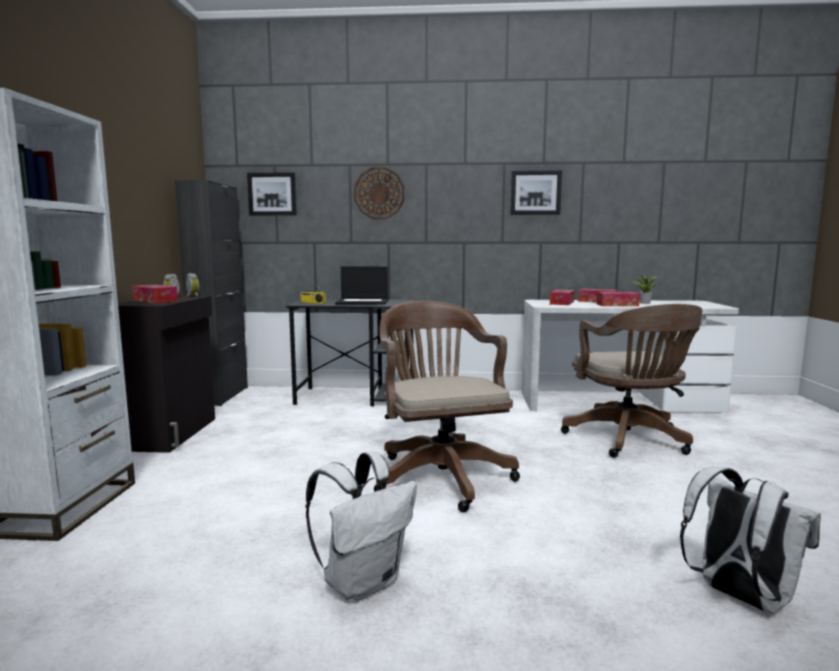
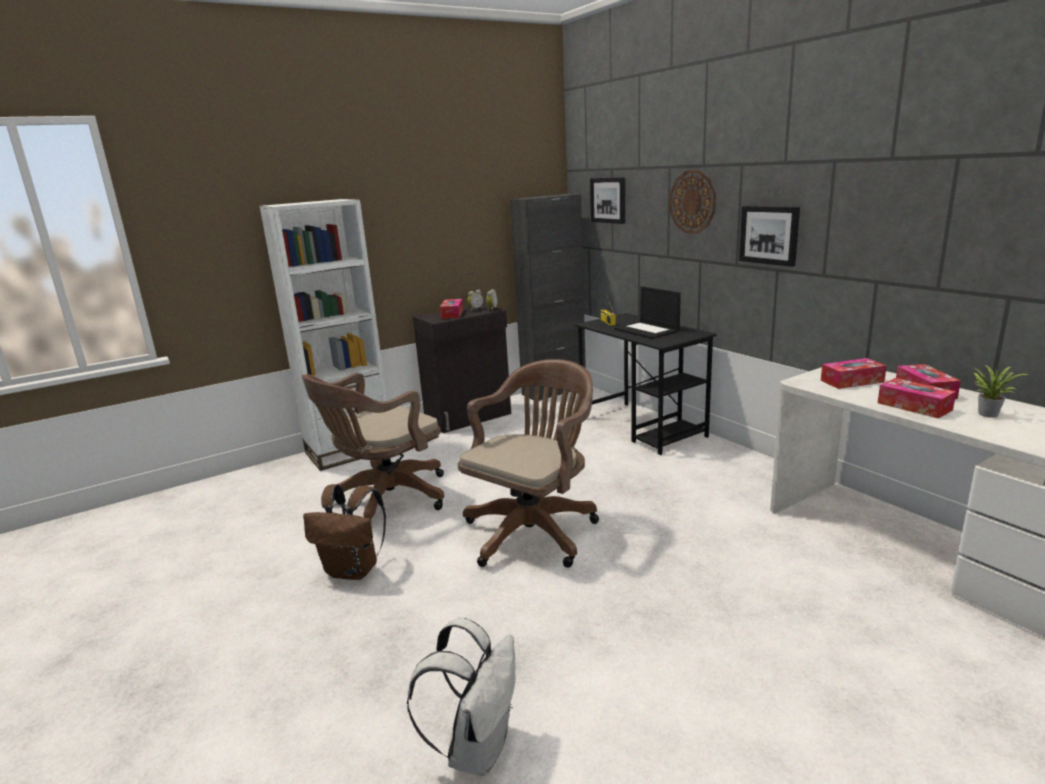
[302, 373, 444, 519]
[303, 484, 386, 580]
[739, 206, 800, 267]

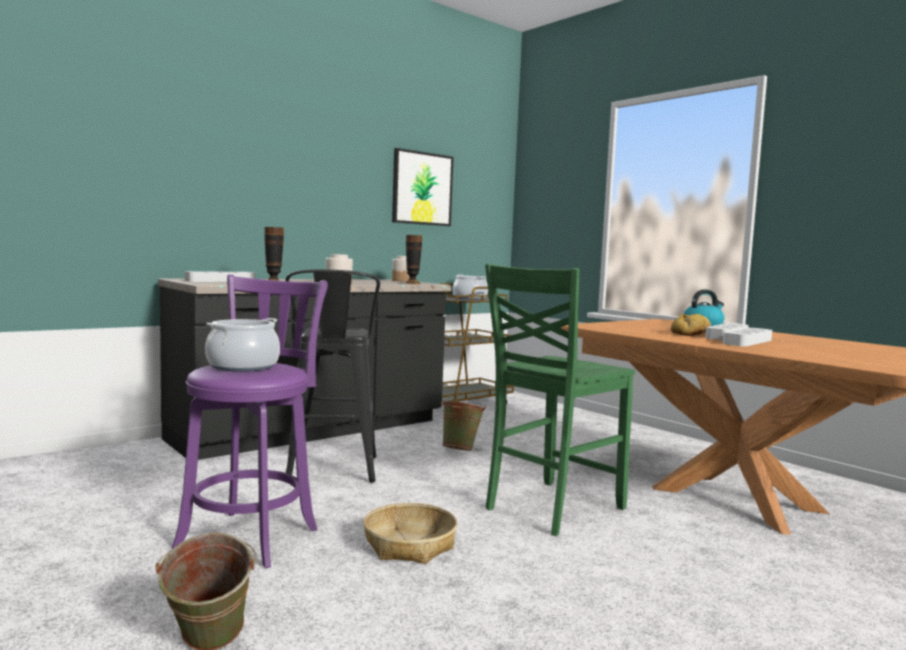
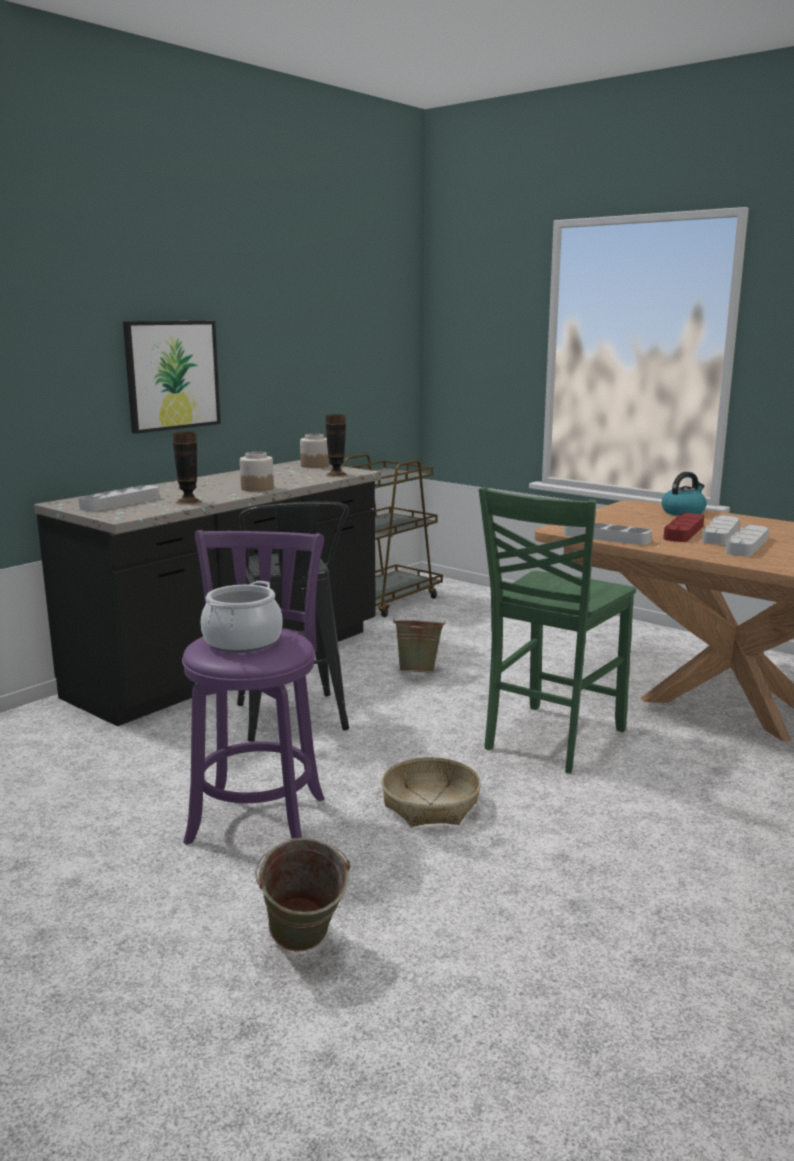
[123, 321, 221, 434]
[563, 523, 652, 545]
[663, 513, 704, 542]
[453, 274, 488, 300] (first image)

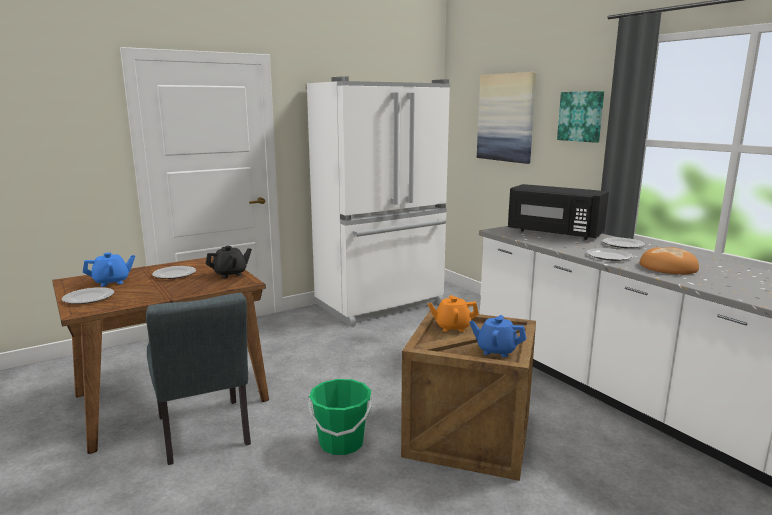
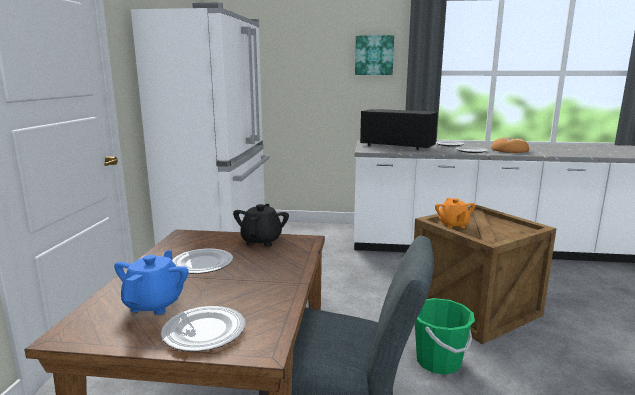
[360, 109, 438, 150]
[435, 198, 476, 229]
[469, 315, 526, 357] (first image)
[477, 72, 536, 164] (first image)

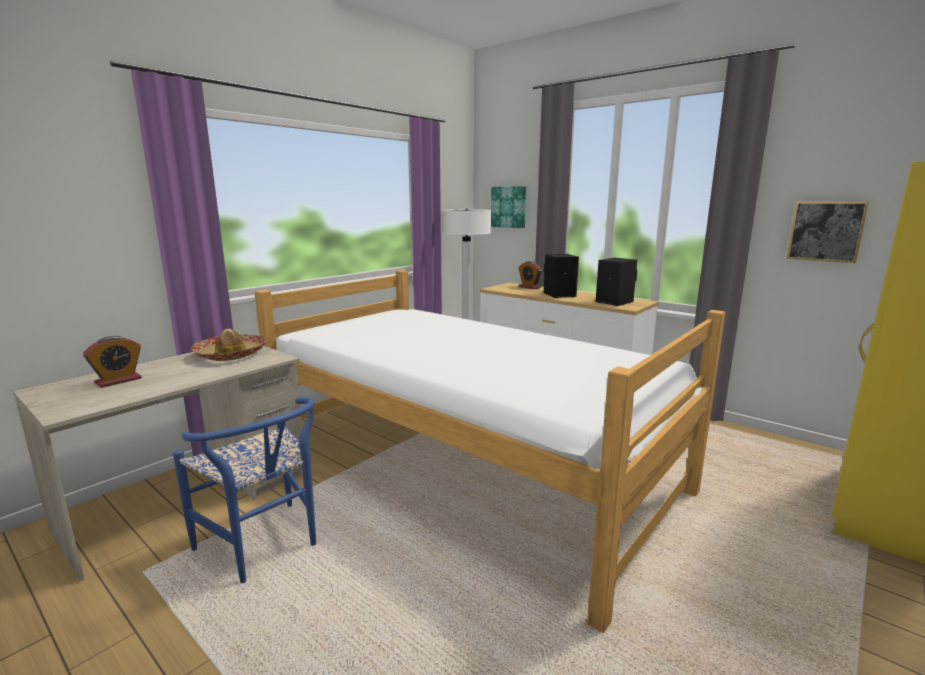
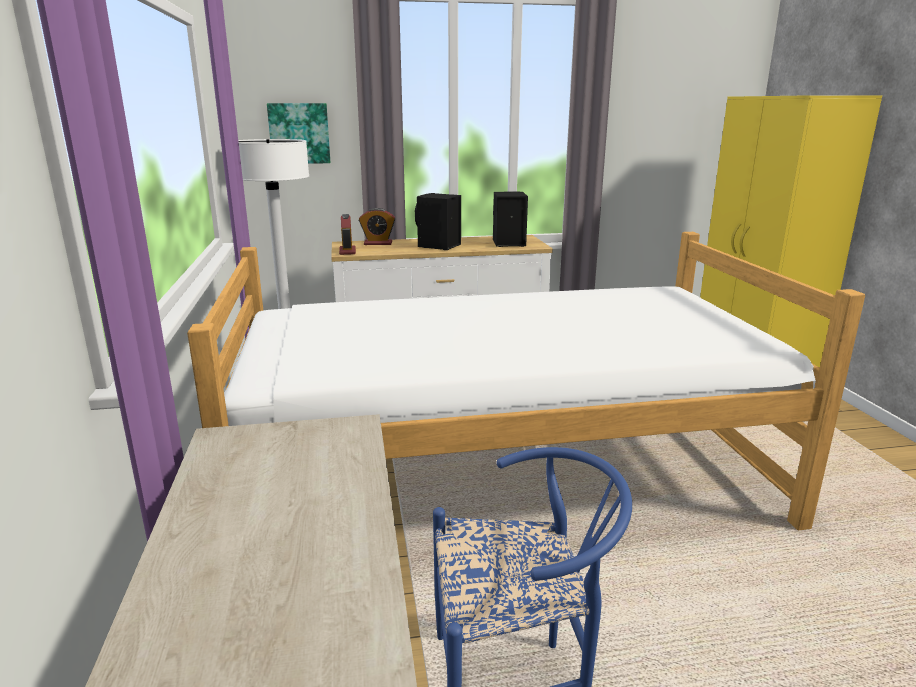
[339, 214, 356, 255]
[191, 329, 267, 361] (first image)
[786, 201, 869, 263] (first image)

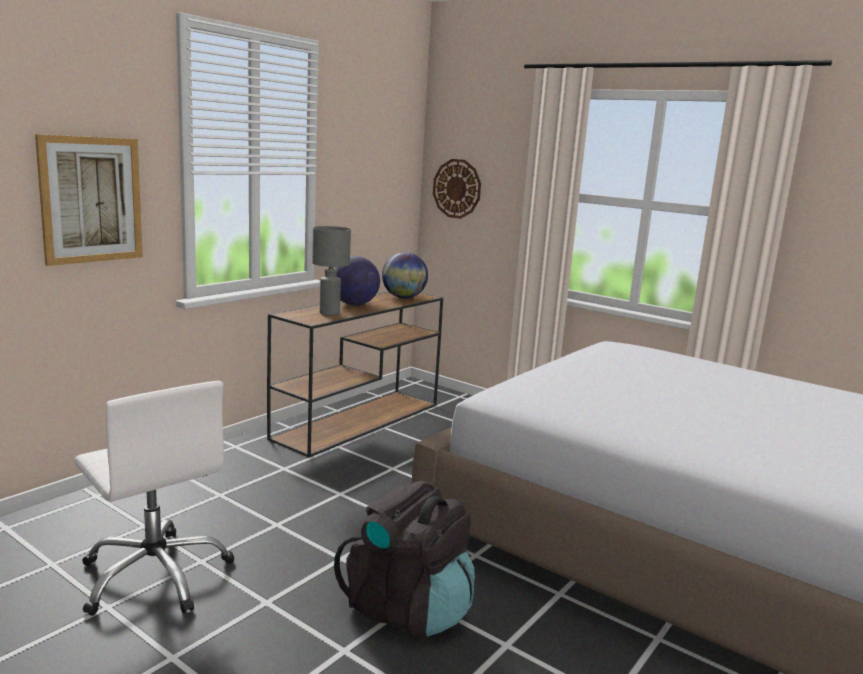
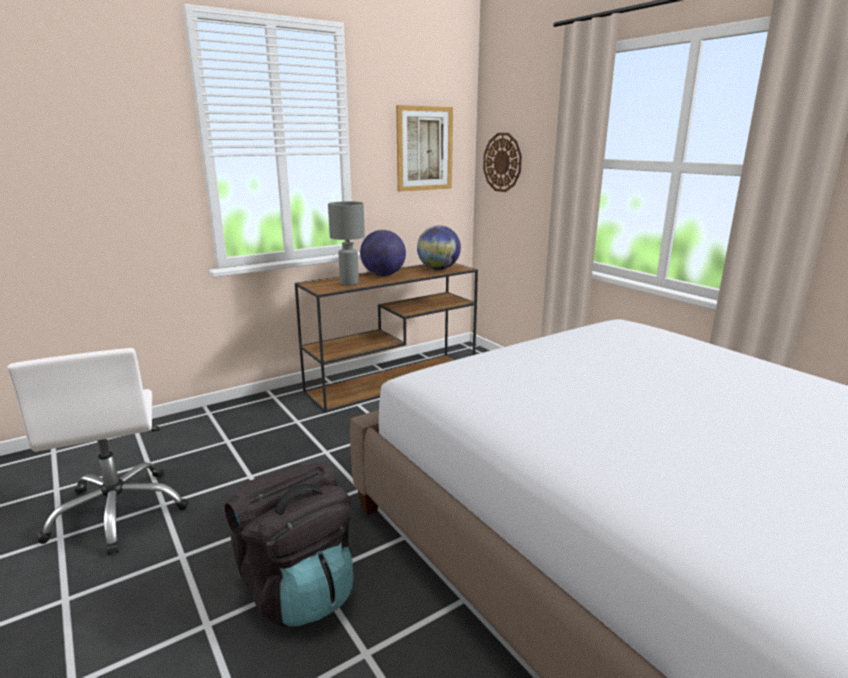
[396, 105, 453, 192]

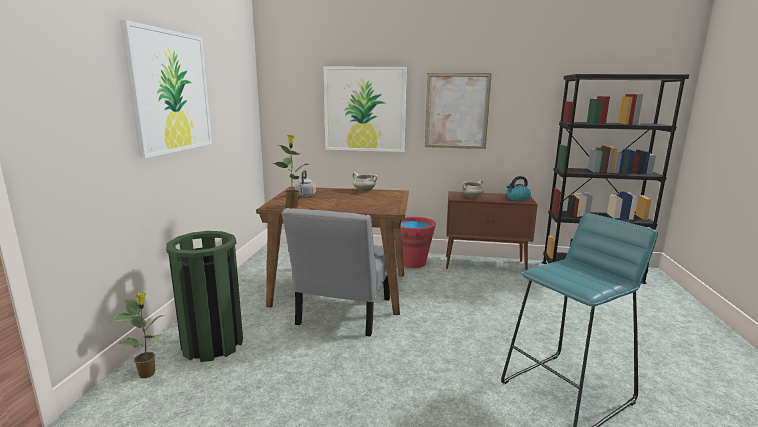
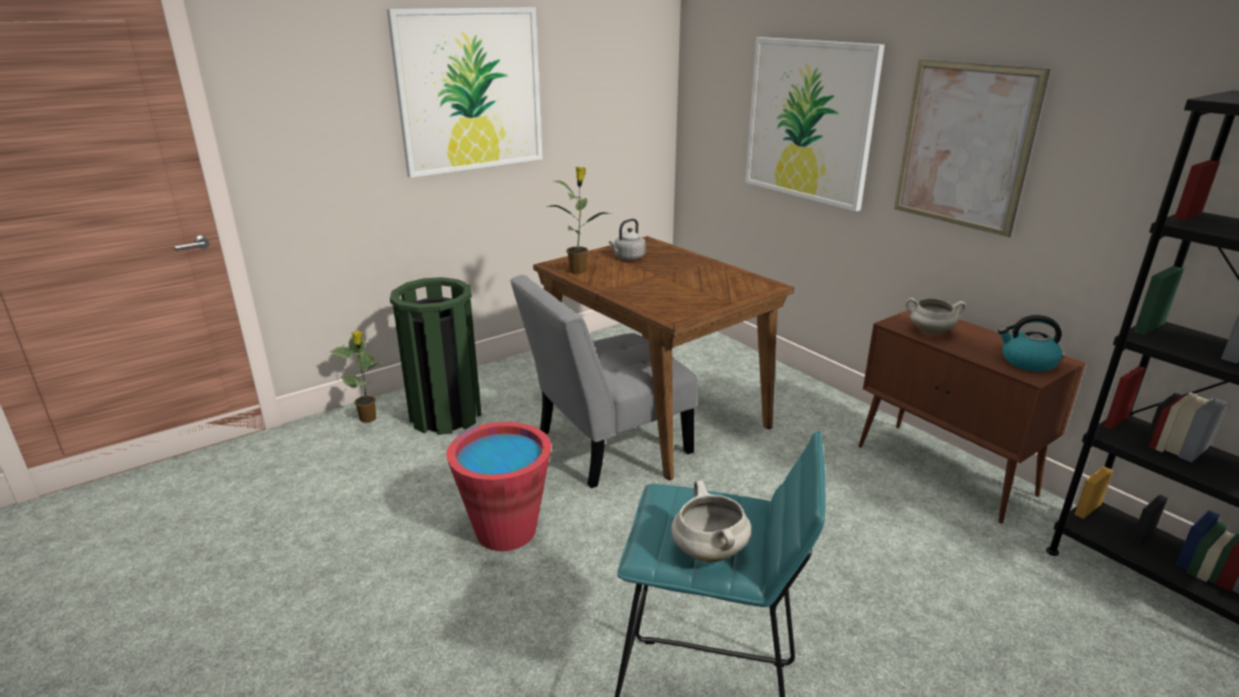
[446, 422, 551, 551]
[671, 480, 751, 562]

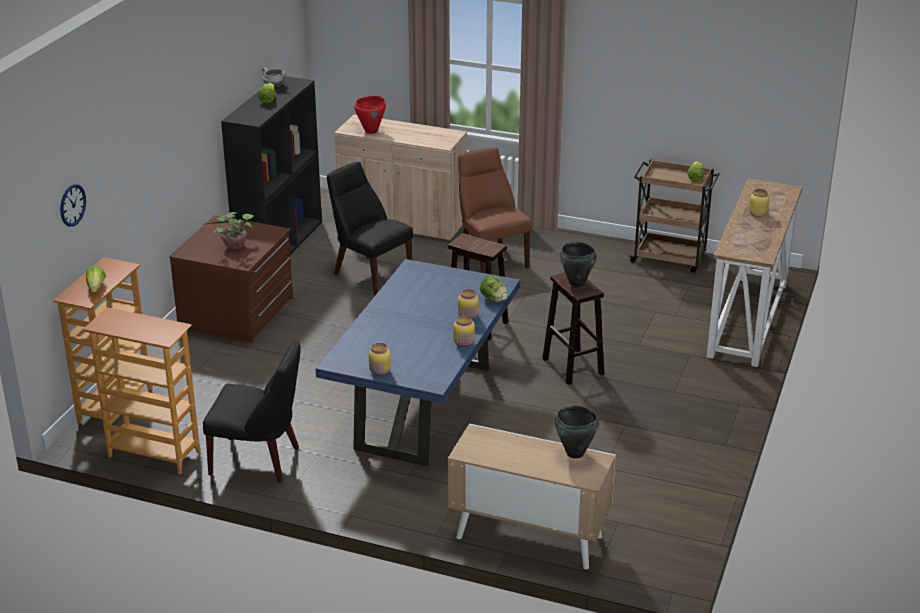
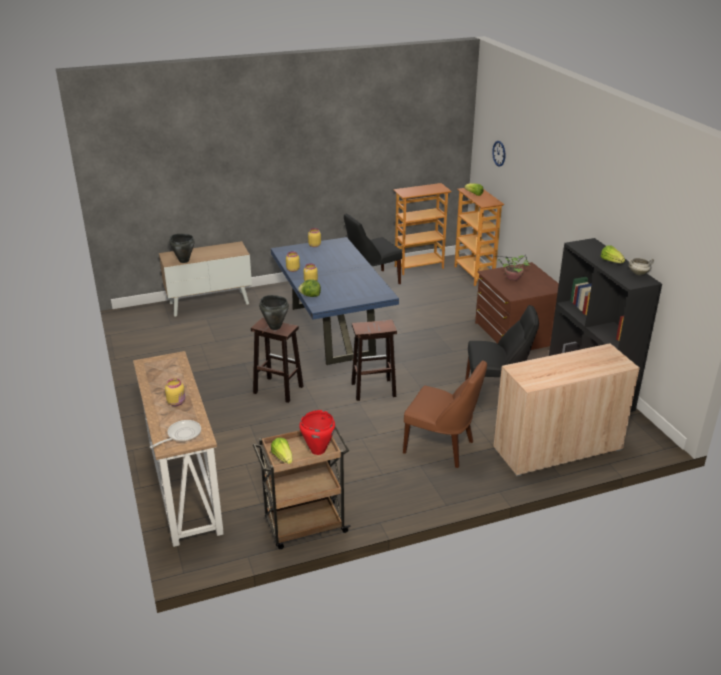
[150, 420, 201, 448]
[299, 410, 335, 455]

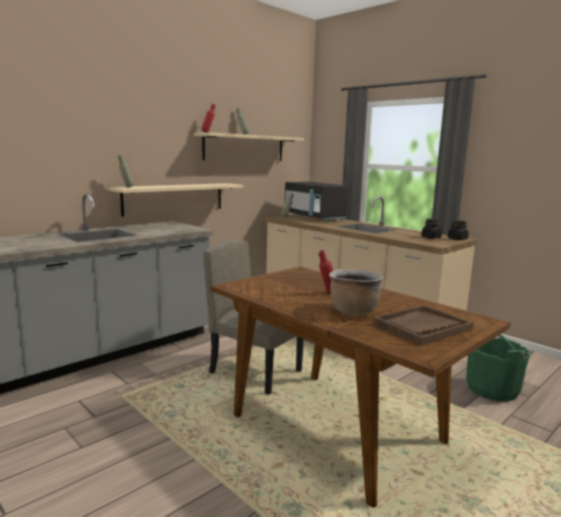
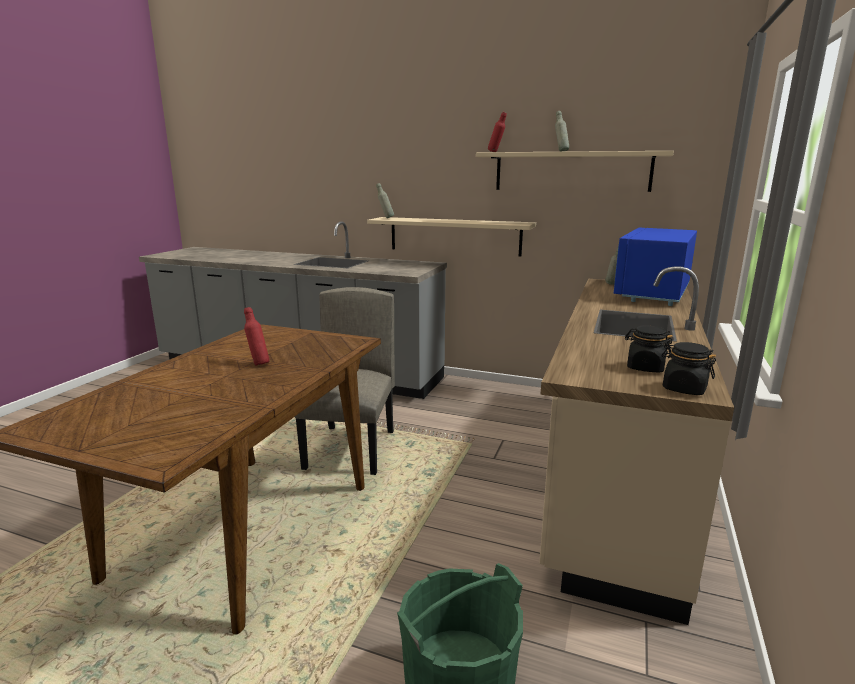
[614, 228, 697, 306]
[329, 269, 383, 316] (first image)
[373, 305, 474, 346] (first image)

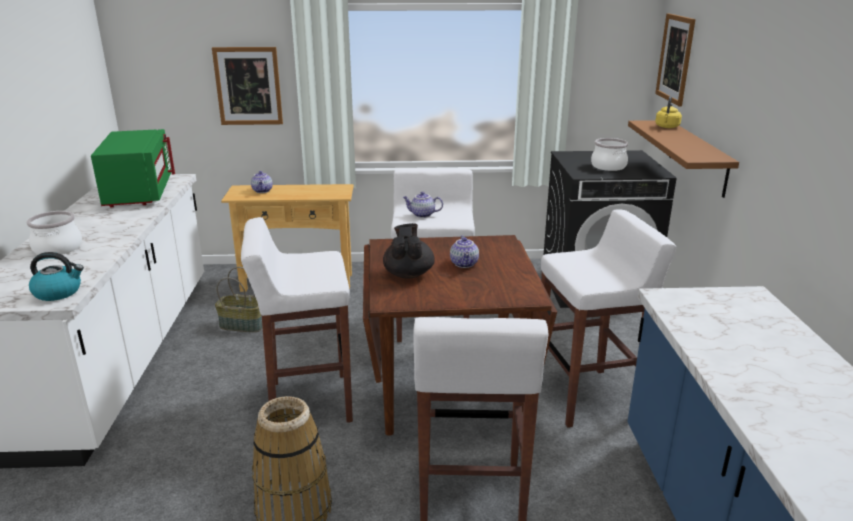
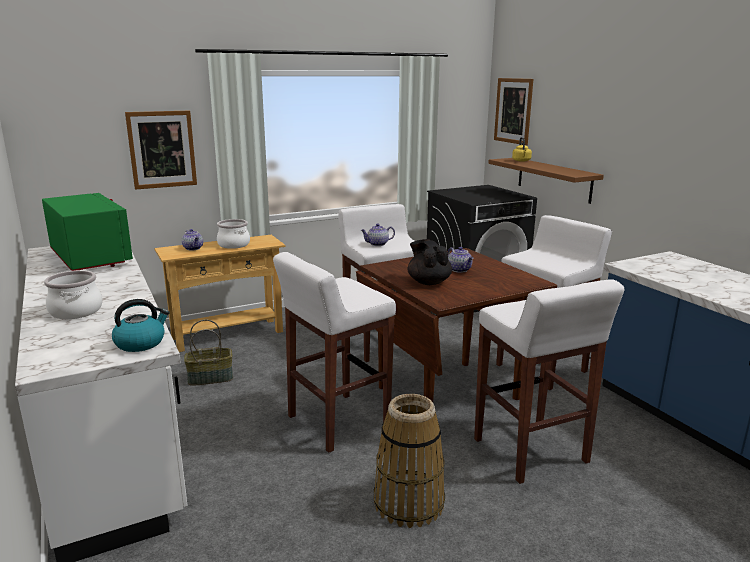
[217, 219, 250, 249]

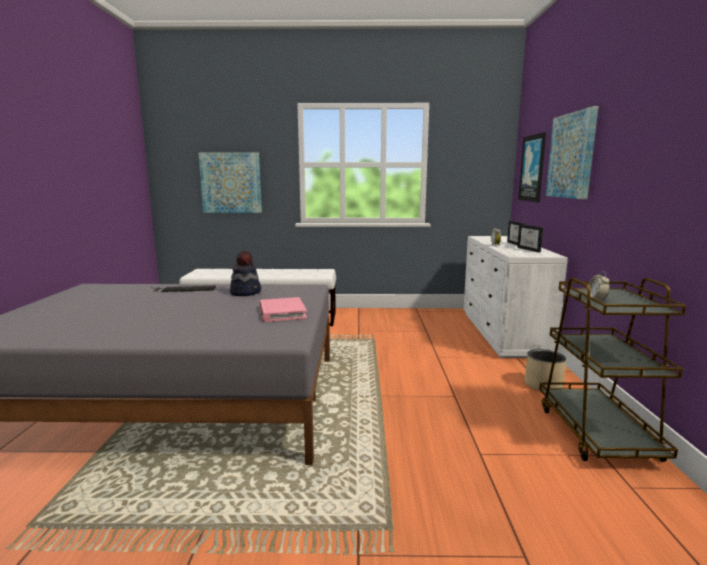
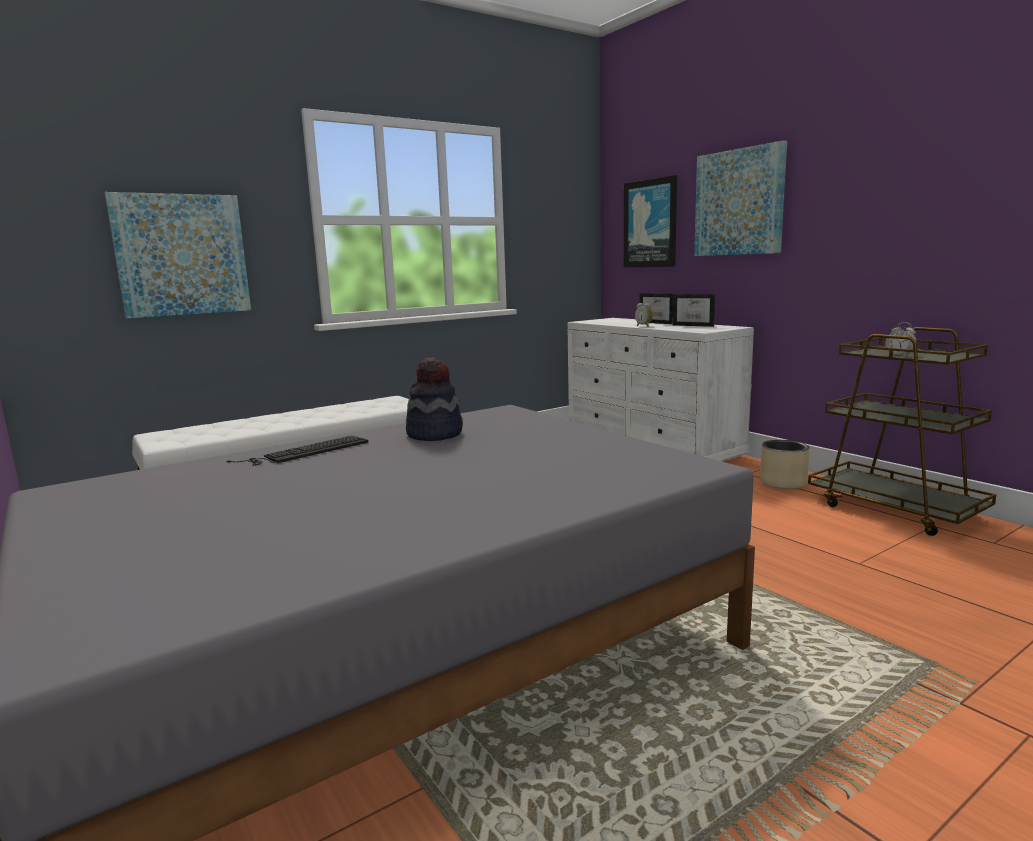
[259, 297, 307, 322] (first image)

